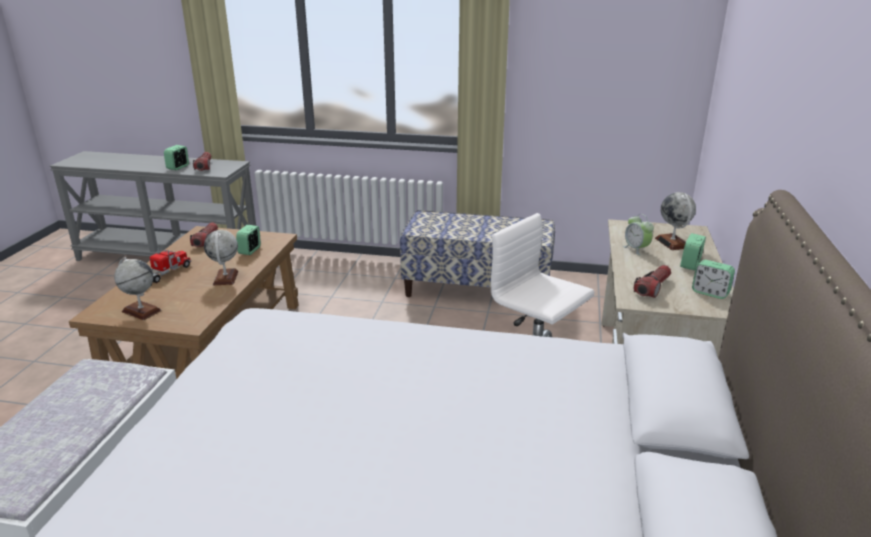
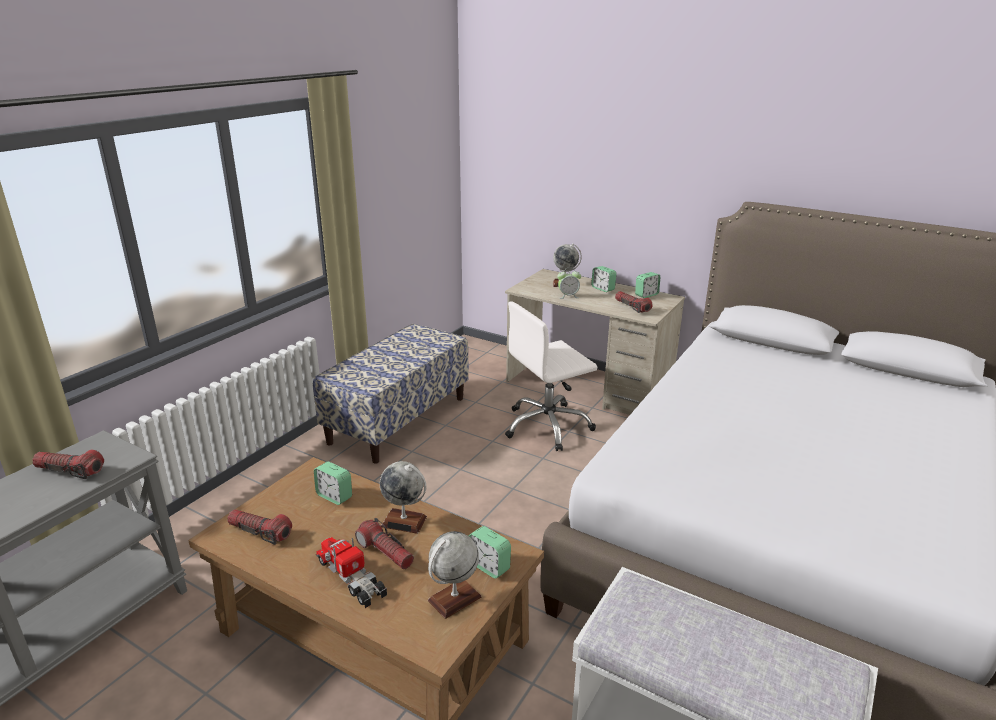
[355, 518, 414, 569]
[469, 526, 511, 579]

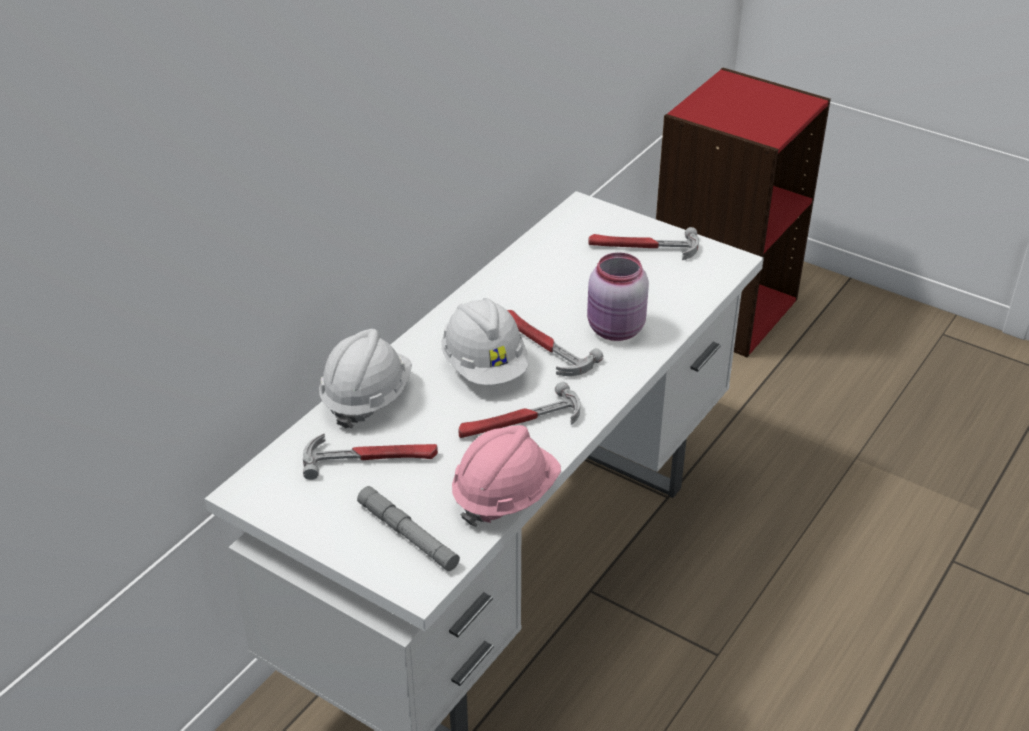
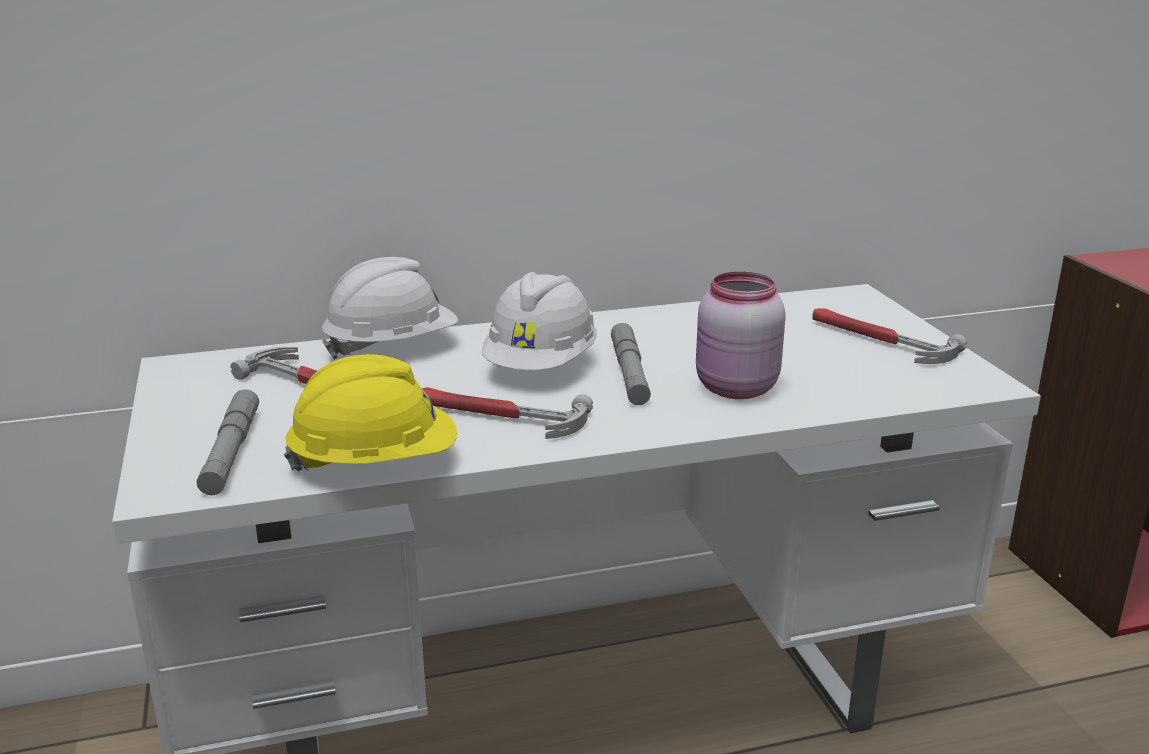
[284, 354, 457, 472]
[611, 323, 651, 405]

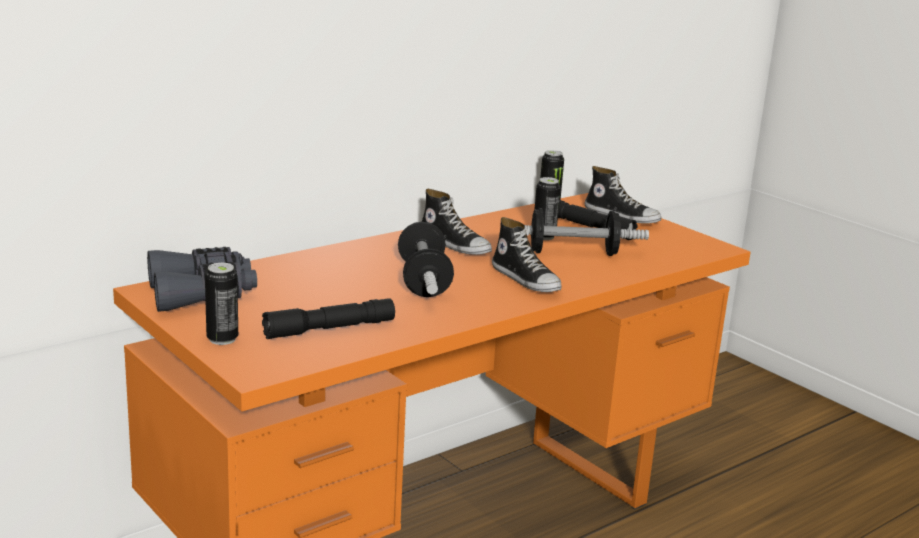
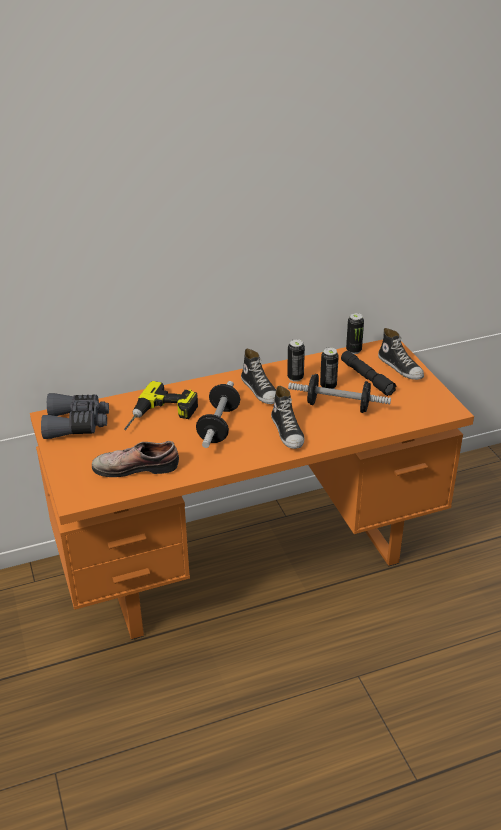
[92, 441, 179, 477]
[124, 381, 198, 430]
[287, 339, 305, 382]

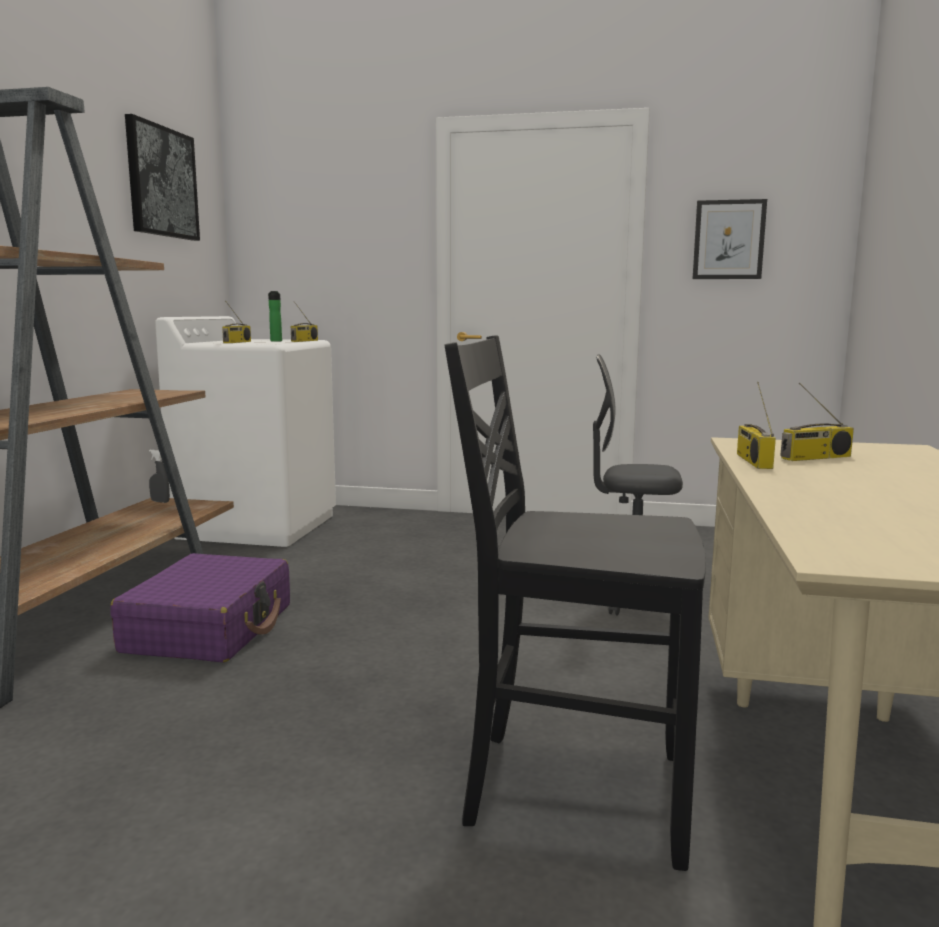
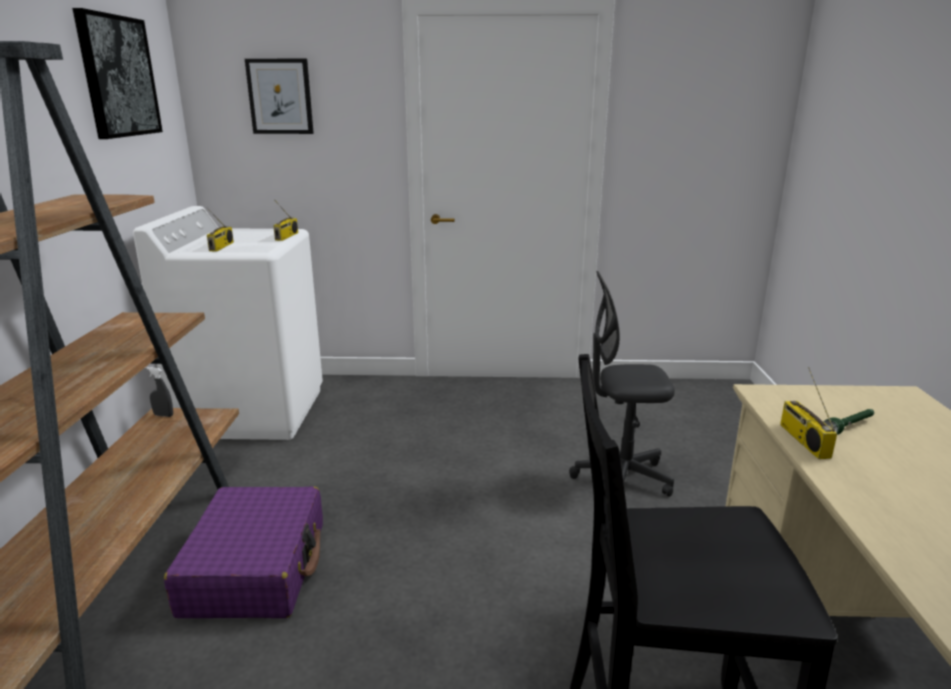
[245, 59, 314, 134]
[824, 409, 874, 435]
[268, 291, 282, 342] (first image)

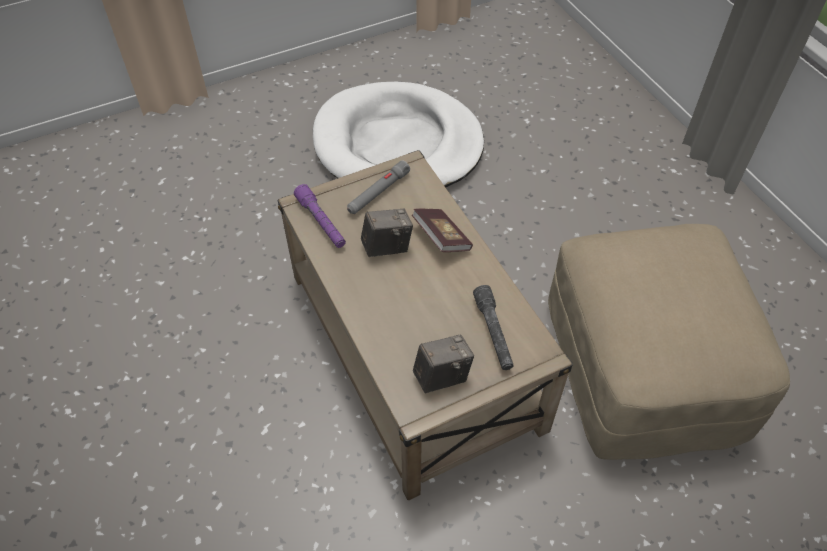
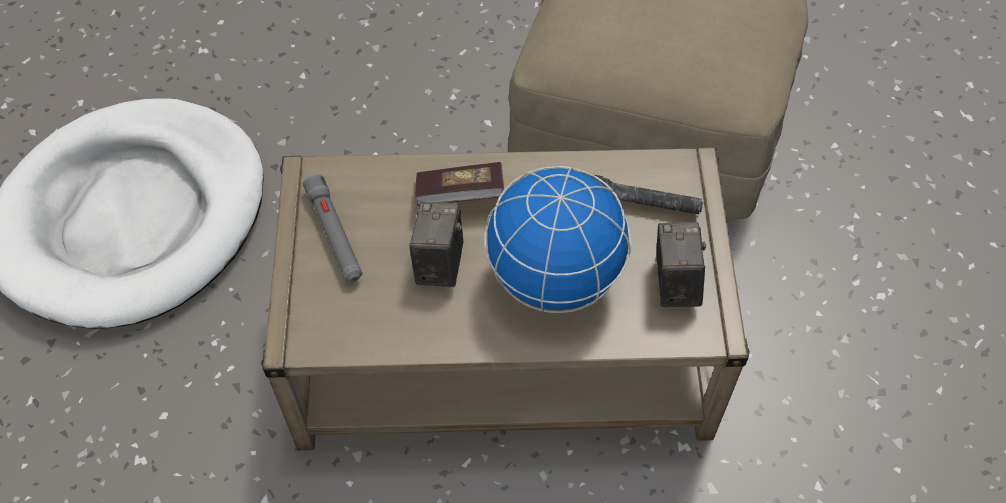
[484, 166, 632, 313]
[294, 184, 346, 248] (first image)

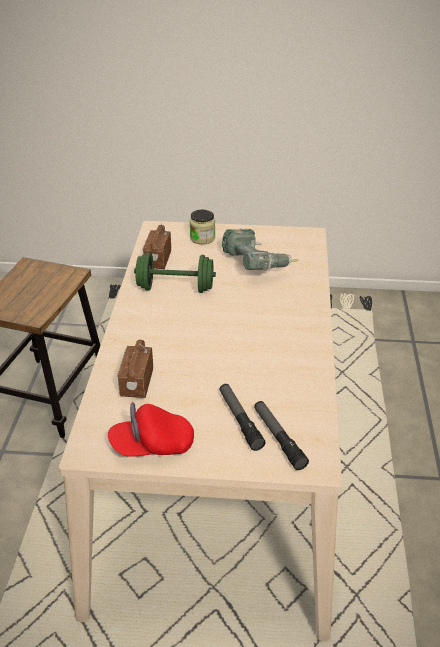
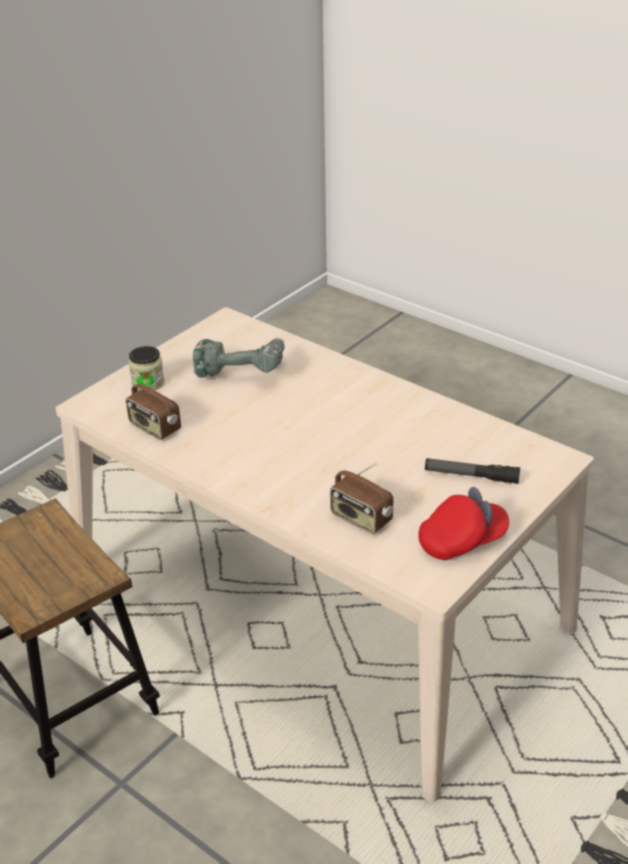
[418, 487, 509, 560]
[134, 252, 216, 293] (first image)
[254, 401, 309, 470] (first image)

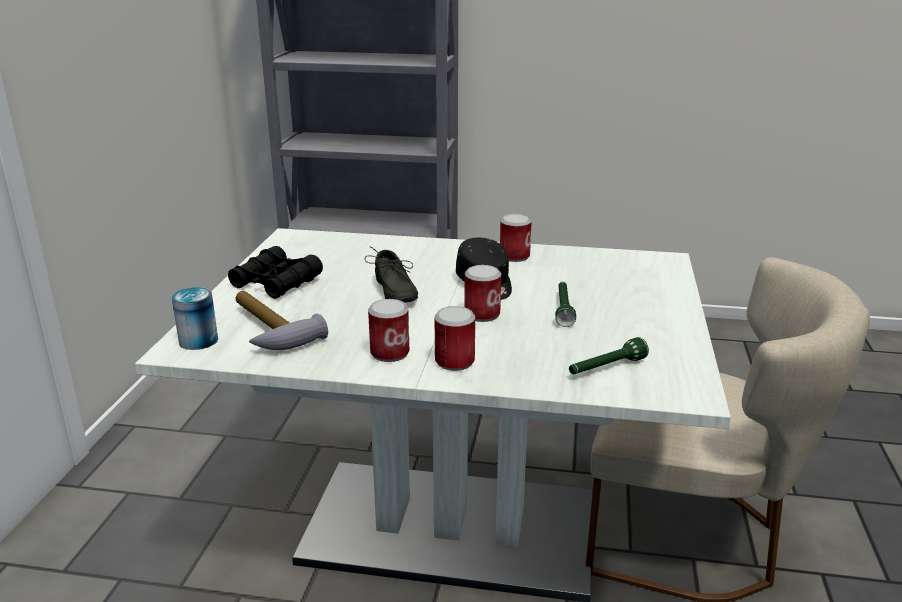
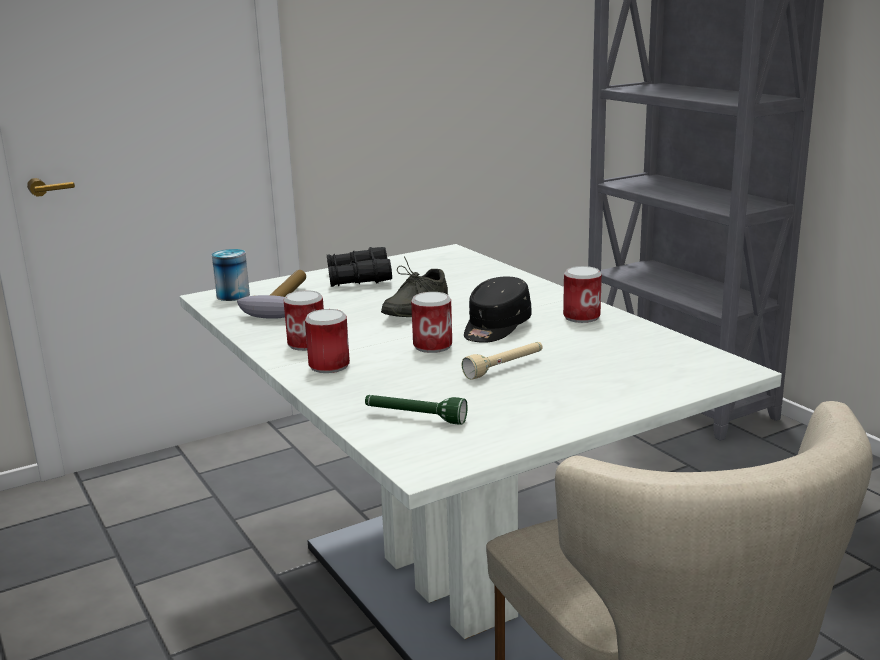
[462, 342, 543, 380]

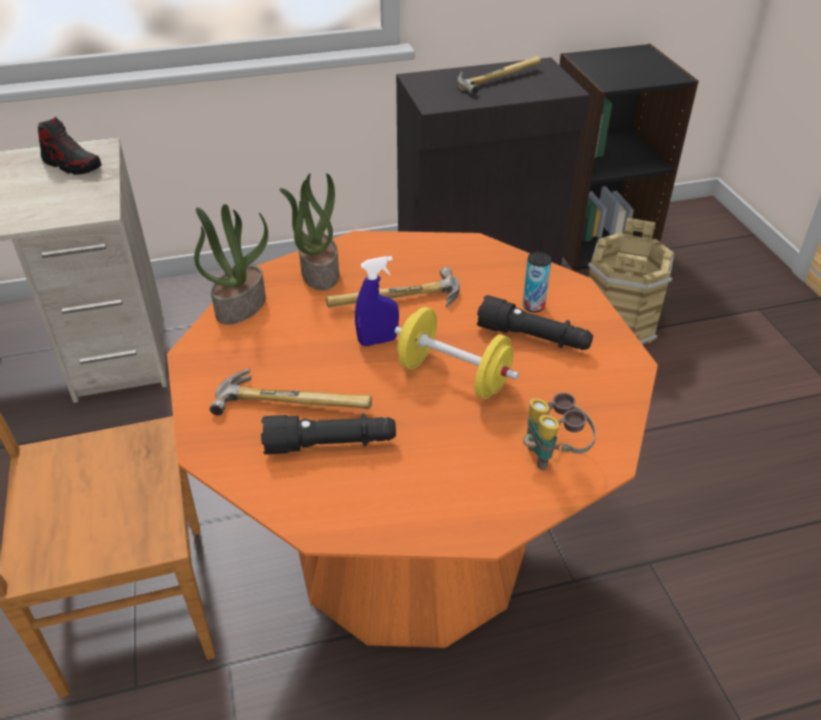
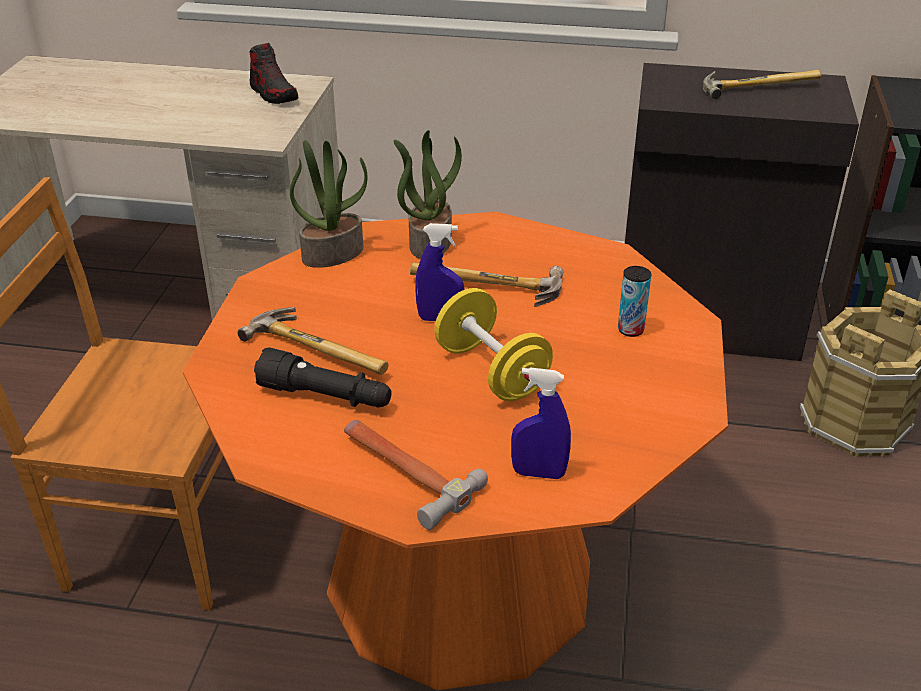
[344, 420, 488, 530]
[511, 367, 571, 479]
[477, 295, 593, 350] (first image)

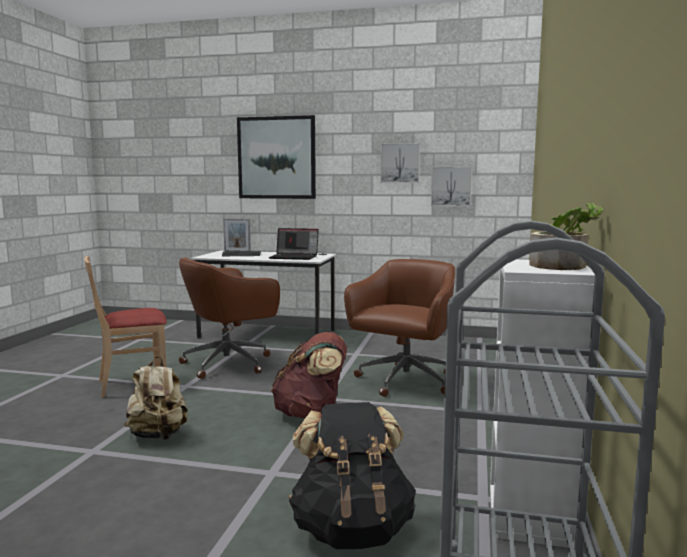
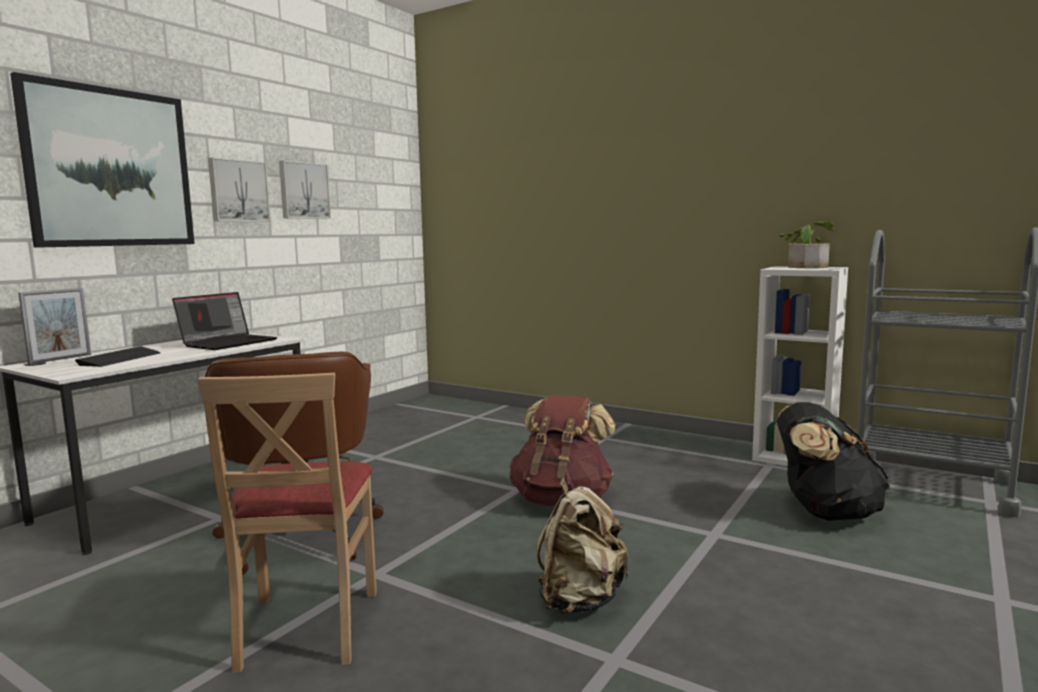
[208, 157, 271, 222]
[344, 259, 455, 397] (first image)

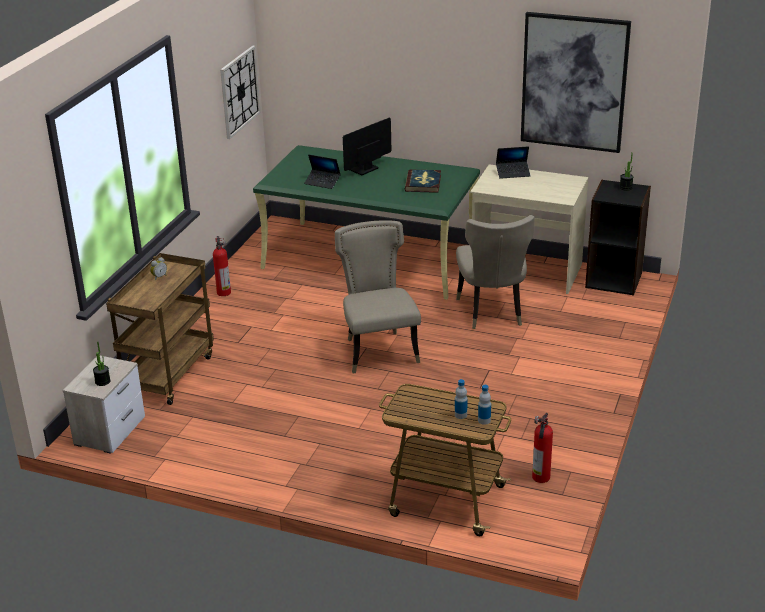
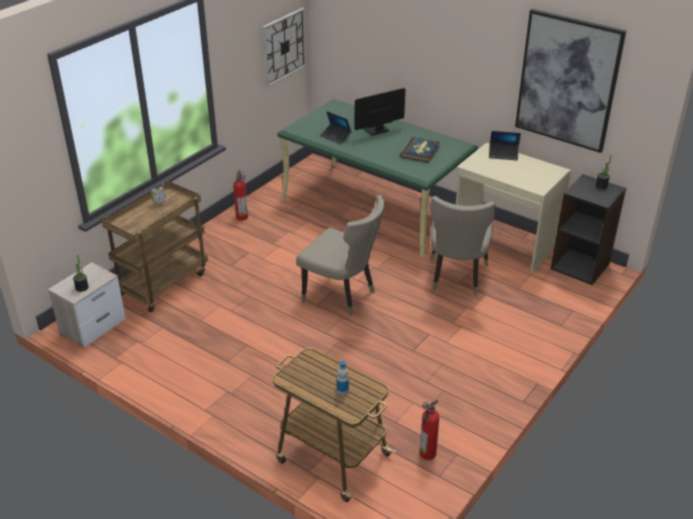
[296, 195, 384, 316]
[478, 385, 491, 425] (first image)

